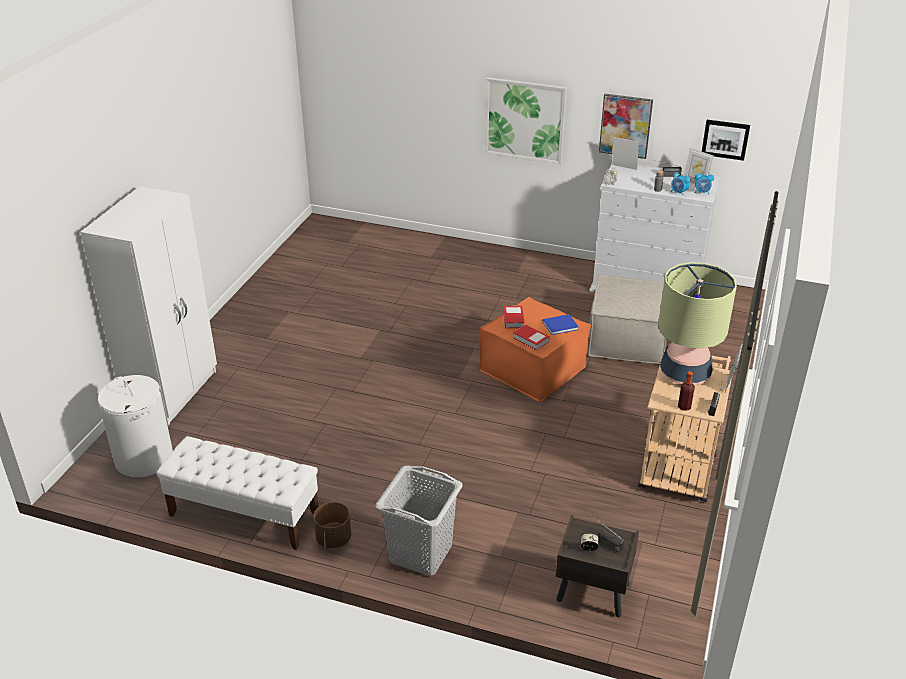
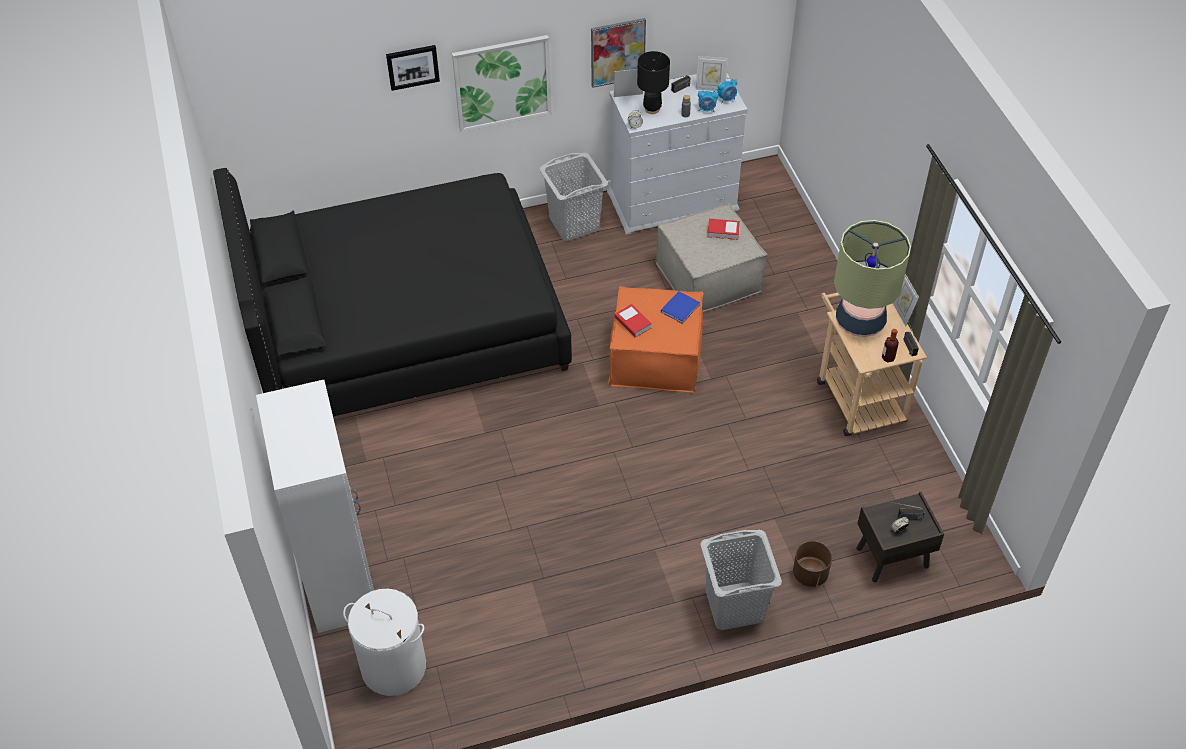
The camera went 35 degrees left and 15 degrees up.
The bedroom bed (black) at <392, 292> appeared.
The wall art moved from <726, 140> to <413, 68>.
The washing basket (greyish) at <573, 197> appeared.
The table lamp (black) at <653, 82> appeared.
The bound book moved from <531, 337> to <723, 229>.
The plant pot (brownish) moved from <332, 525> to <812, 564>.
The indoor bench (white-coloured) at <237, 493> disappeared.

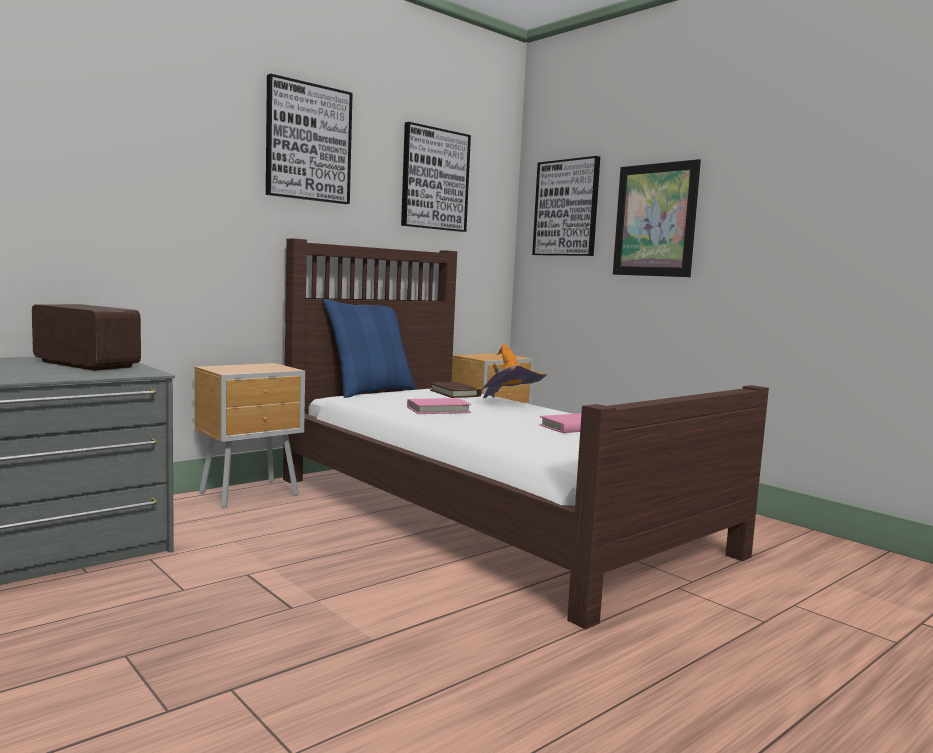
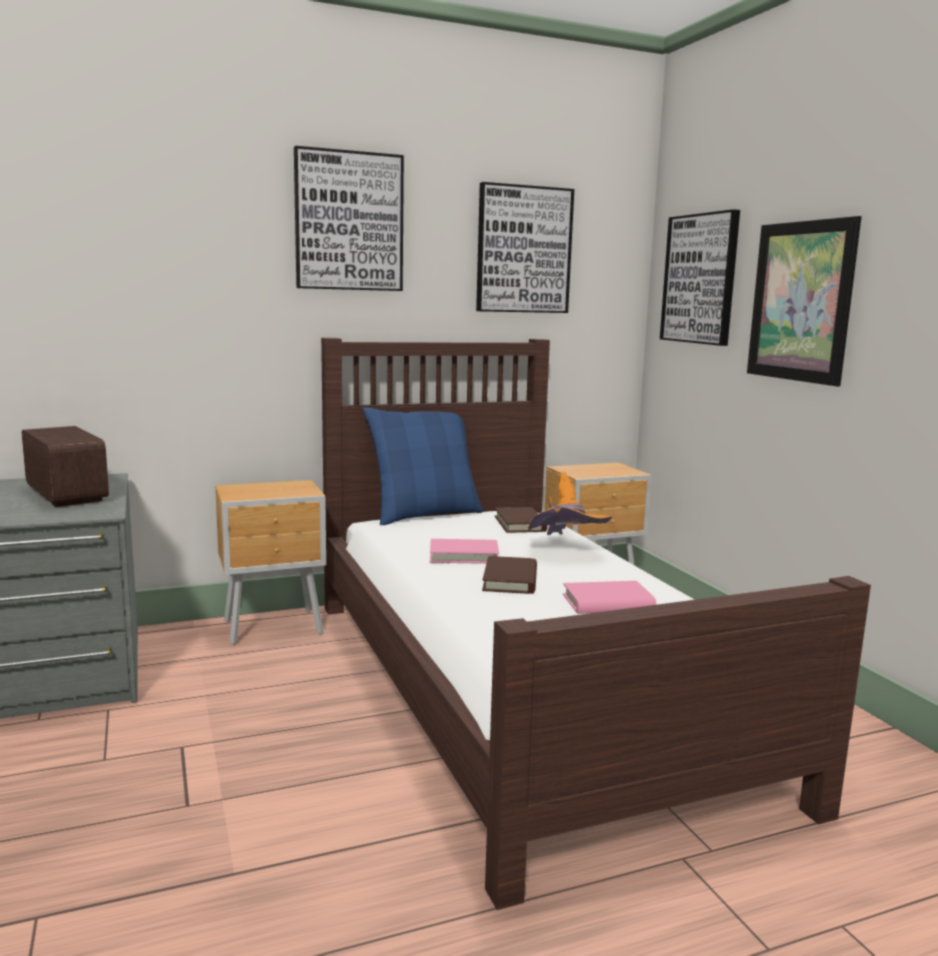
The camera went 20 degrees right and 5 degrees up.
The bound book (brownish) at <509, 575> appeared.

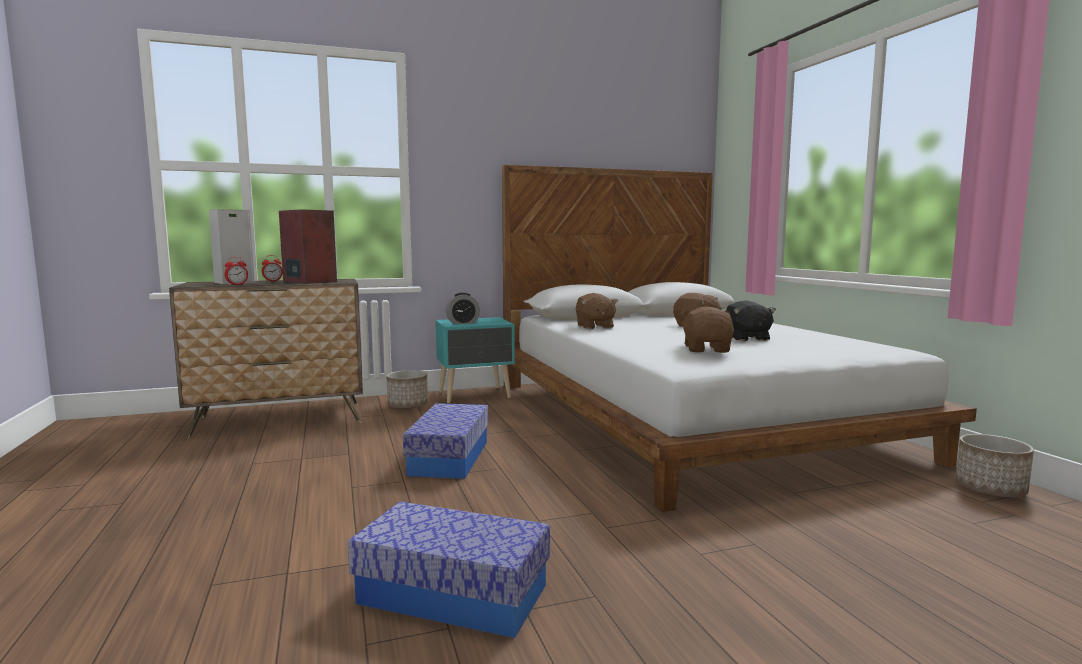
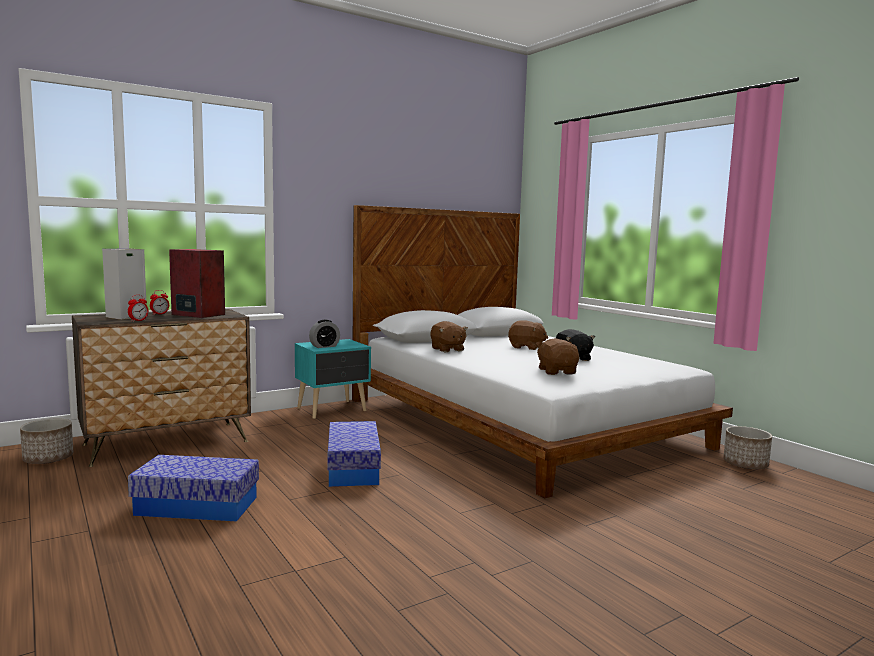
The camera went 15 degrees left and 0 degrees up.
The plant pot moved from <407, 389> to <46, 441>.
The storage box moved from <449, 570> to <193, 488>.

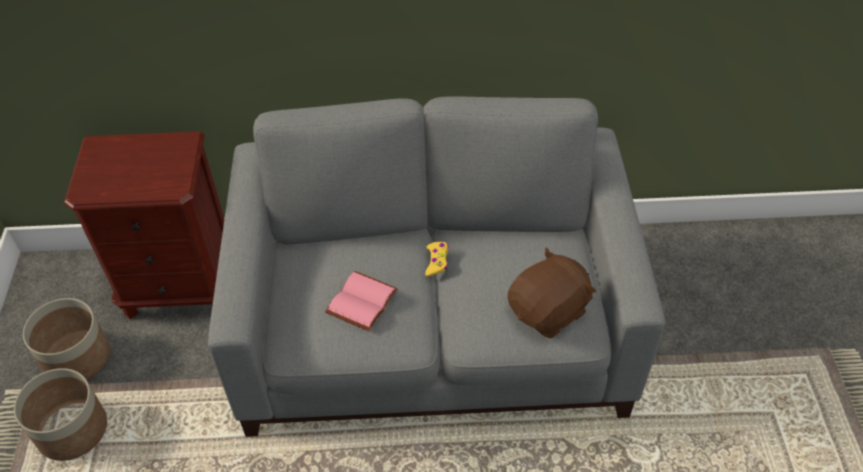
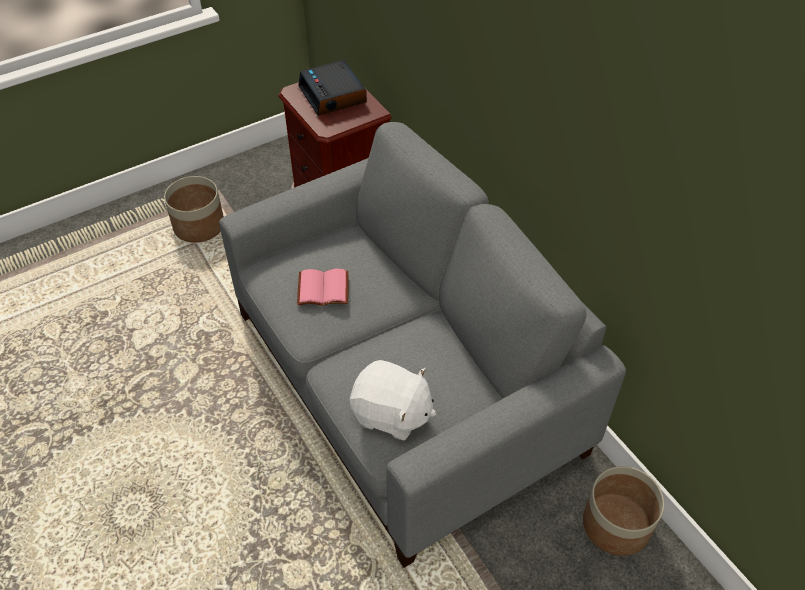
The camera went 60 degrees right and 0 degrees up.
The table clock at <332, 88> appeared.
The soft toy (brownish) at <552, 292> became the soft toy (white-coloured) at <393, 400>.
The plant pot moved from <66, 339> to <624, 511>.
The gamepad (yellowish) at <437, 259> disappeared.

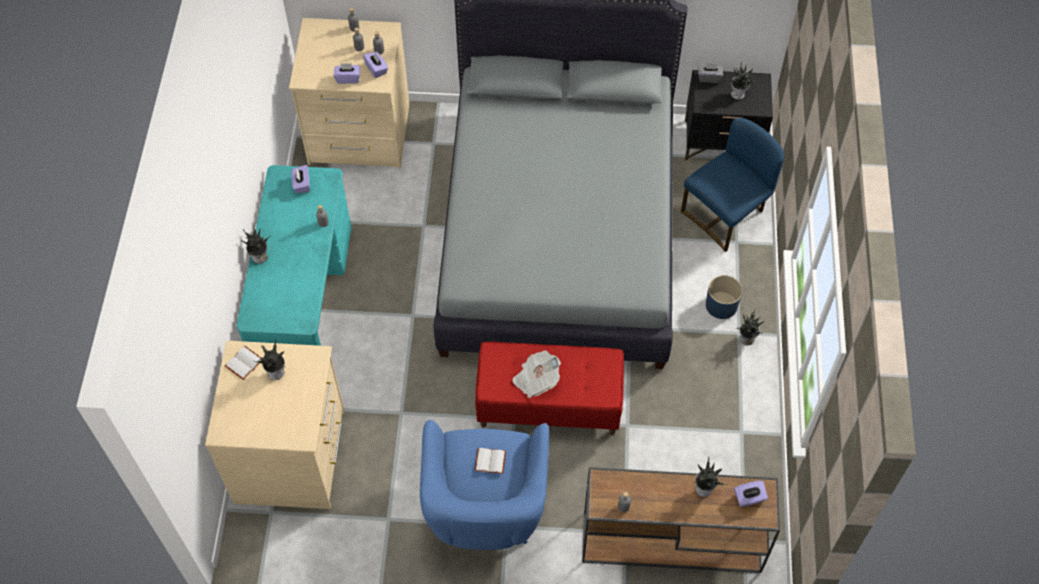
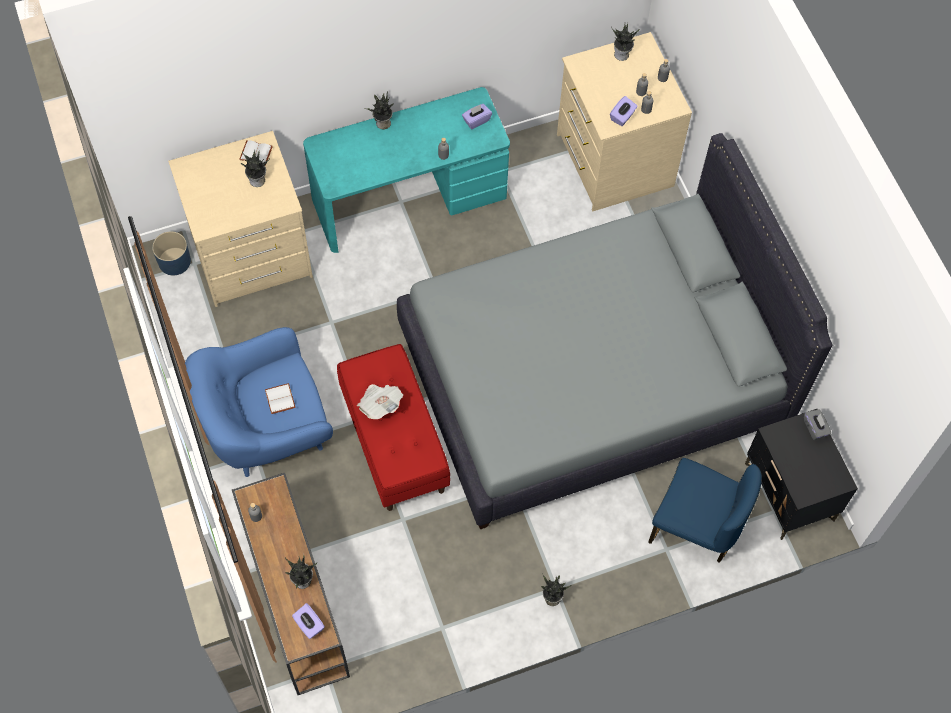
The camera went 65 degrees right and 5 degrees up.
The plant pot (blue) moved from <724, 297> to <171, 253>.
The plant in a pot moved from <744, 81> to <625, 42>.
The tissue holder (purple) at <346, 73> disappeared.

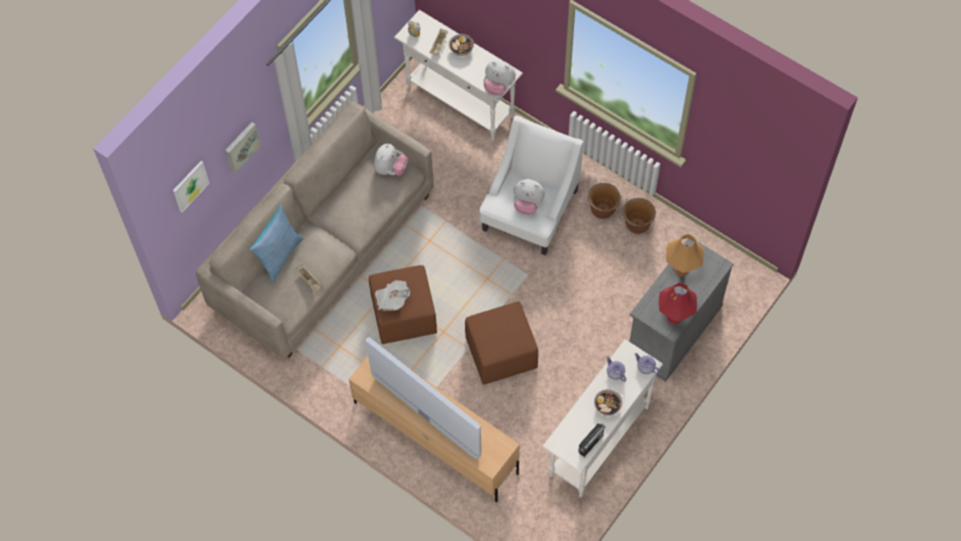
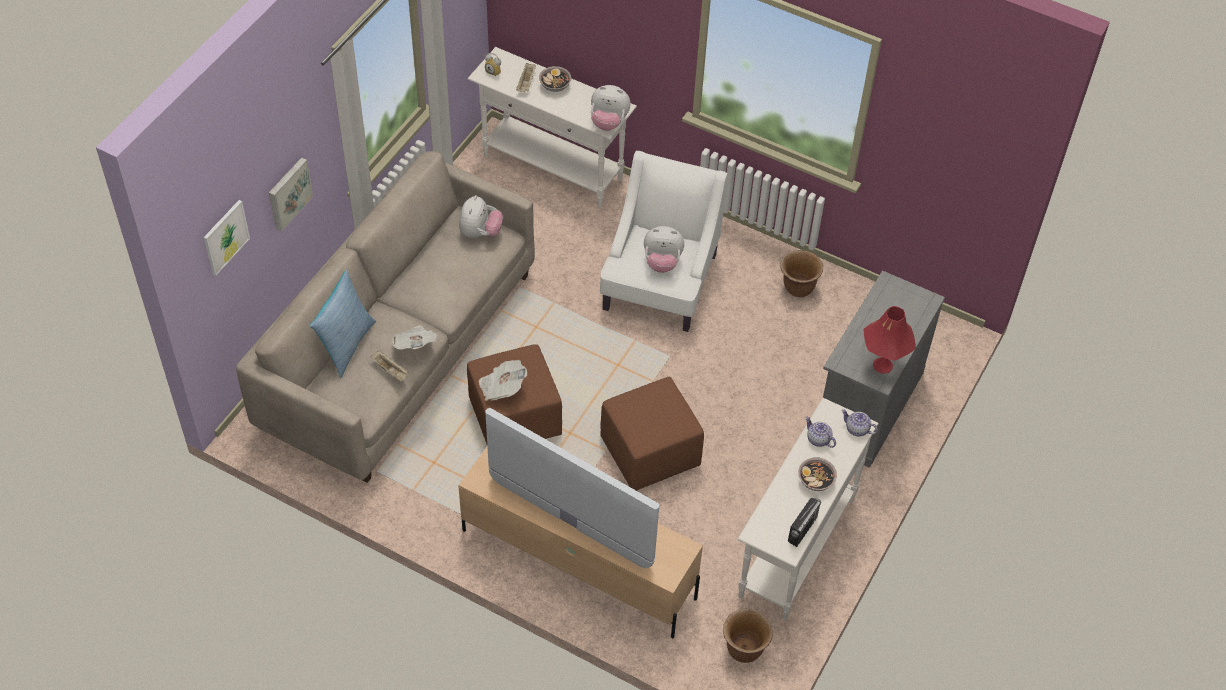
The camera went 10 degrees left and 10 degrees down.
The printed paper at <415, 337> appeared.
The plant pot (brownish) moved from <604, 201> to <748, 636>.
The table lamp (orange-coloured) at <685, 255> disappeared.

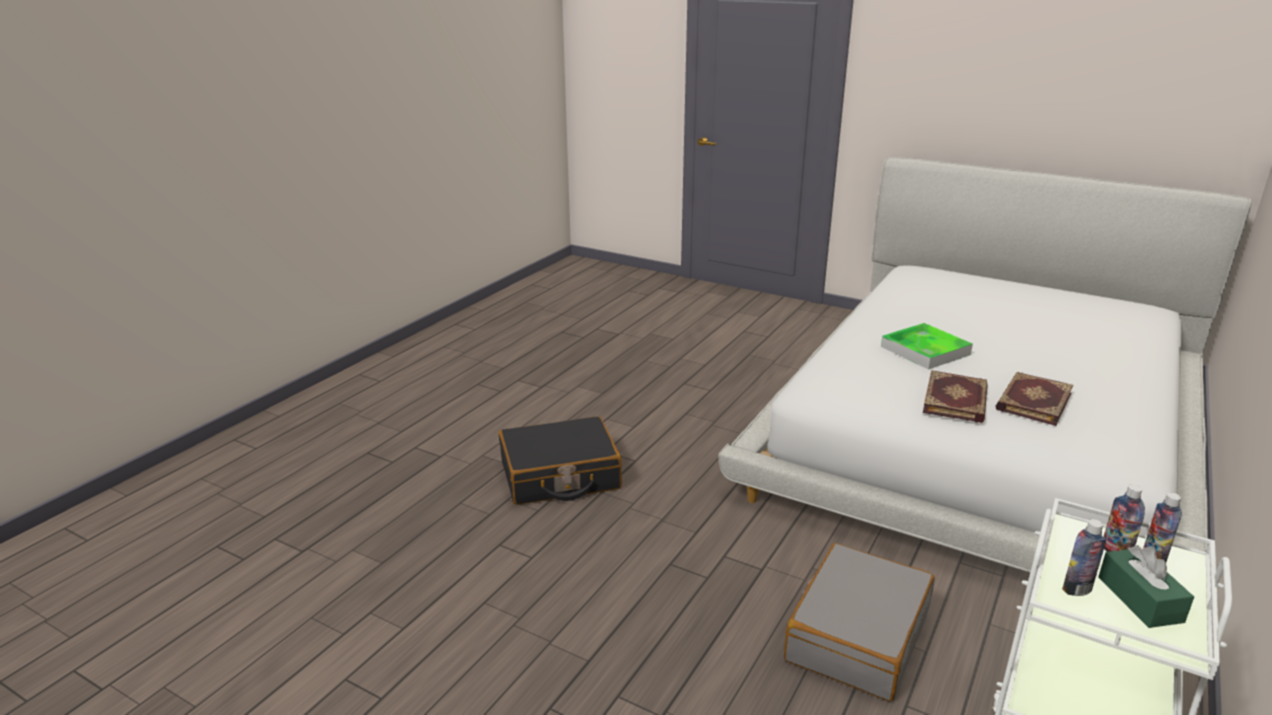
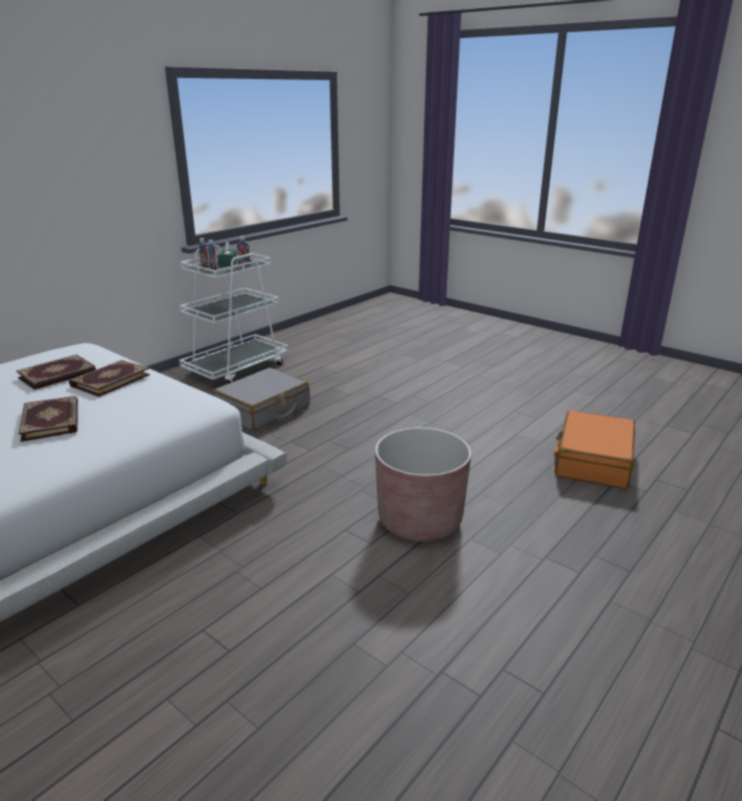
The camera went 170 degrees left and 0 degrees up.
The carrying tray at <927, 346> was replaced by the bound book at <48, 419>.
The suitcase (black) at <560, 460> was replaced by the plant pot (brownish) at <423, 484>.
The suitcase (orange-coloured) at <594, 449> appeared.

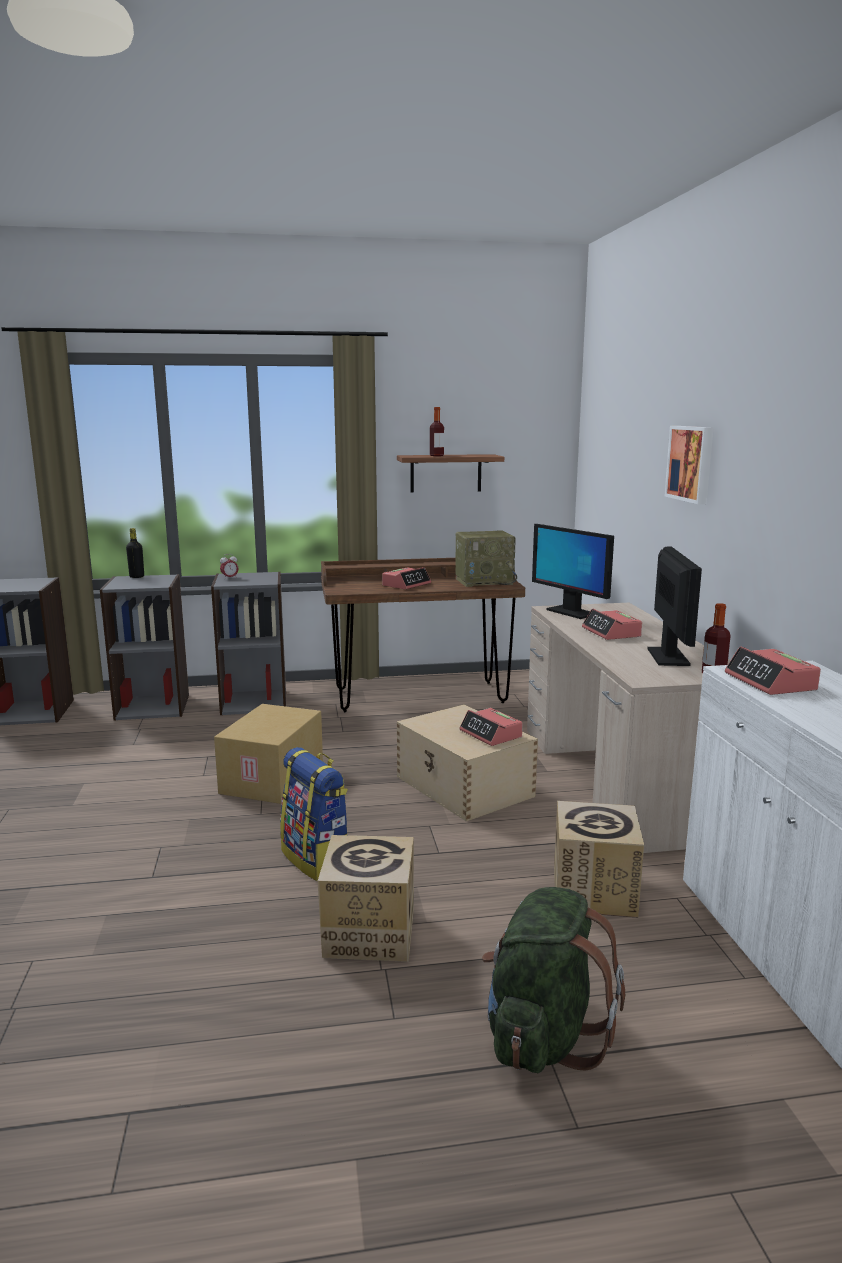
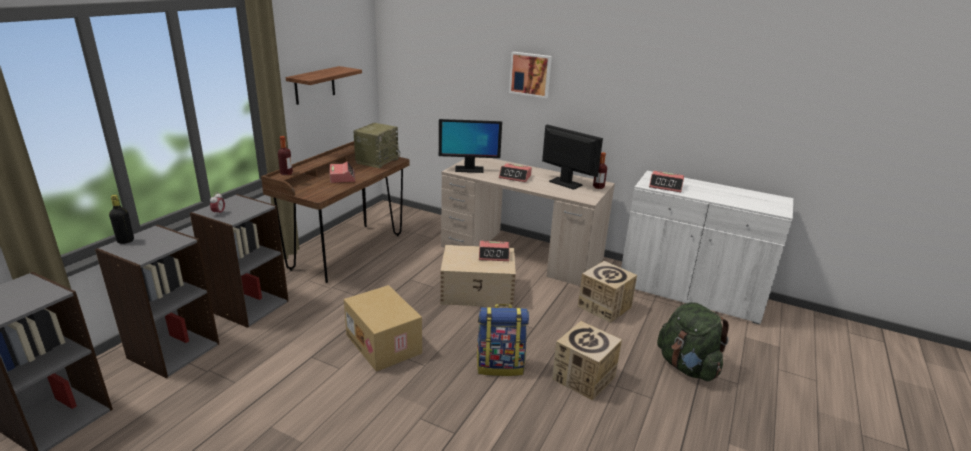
The camera went 55 degrees left and 10 degrees up.
The beverage bottle moved from <437, 431> to <285, 155>.

